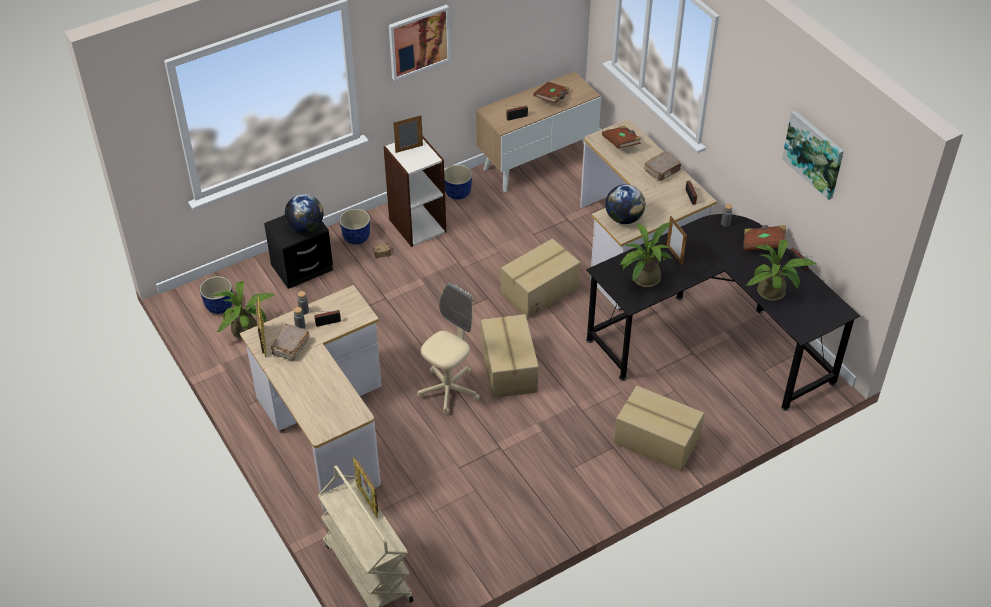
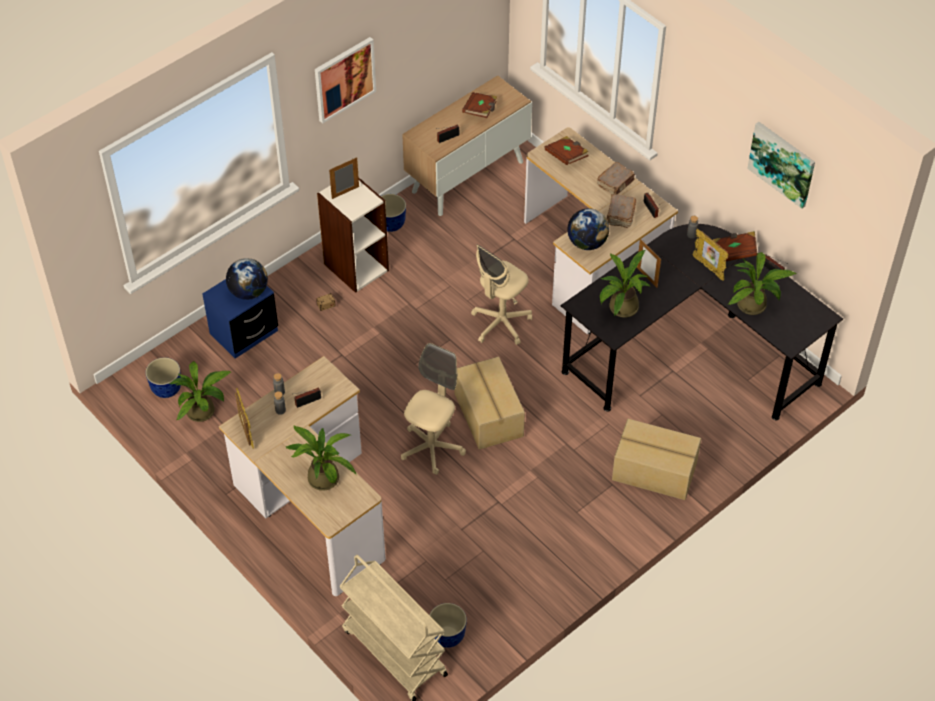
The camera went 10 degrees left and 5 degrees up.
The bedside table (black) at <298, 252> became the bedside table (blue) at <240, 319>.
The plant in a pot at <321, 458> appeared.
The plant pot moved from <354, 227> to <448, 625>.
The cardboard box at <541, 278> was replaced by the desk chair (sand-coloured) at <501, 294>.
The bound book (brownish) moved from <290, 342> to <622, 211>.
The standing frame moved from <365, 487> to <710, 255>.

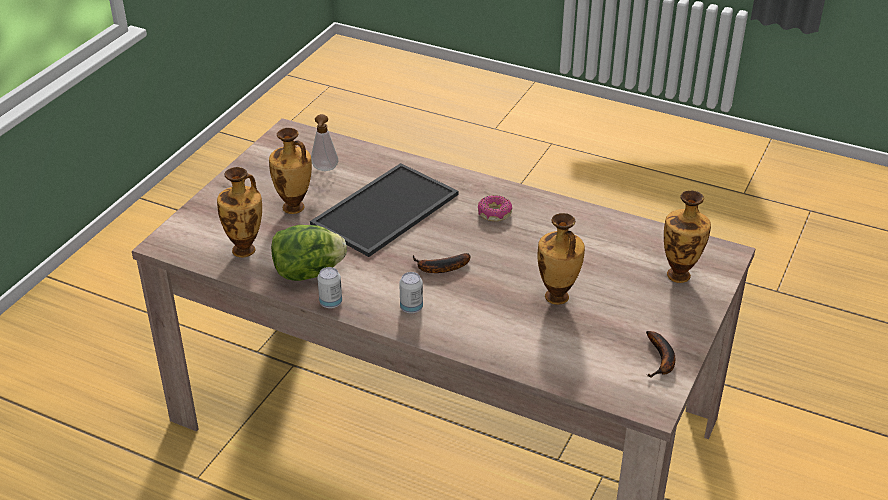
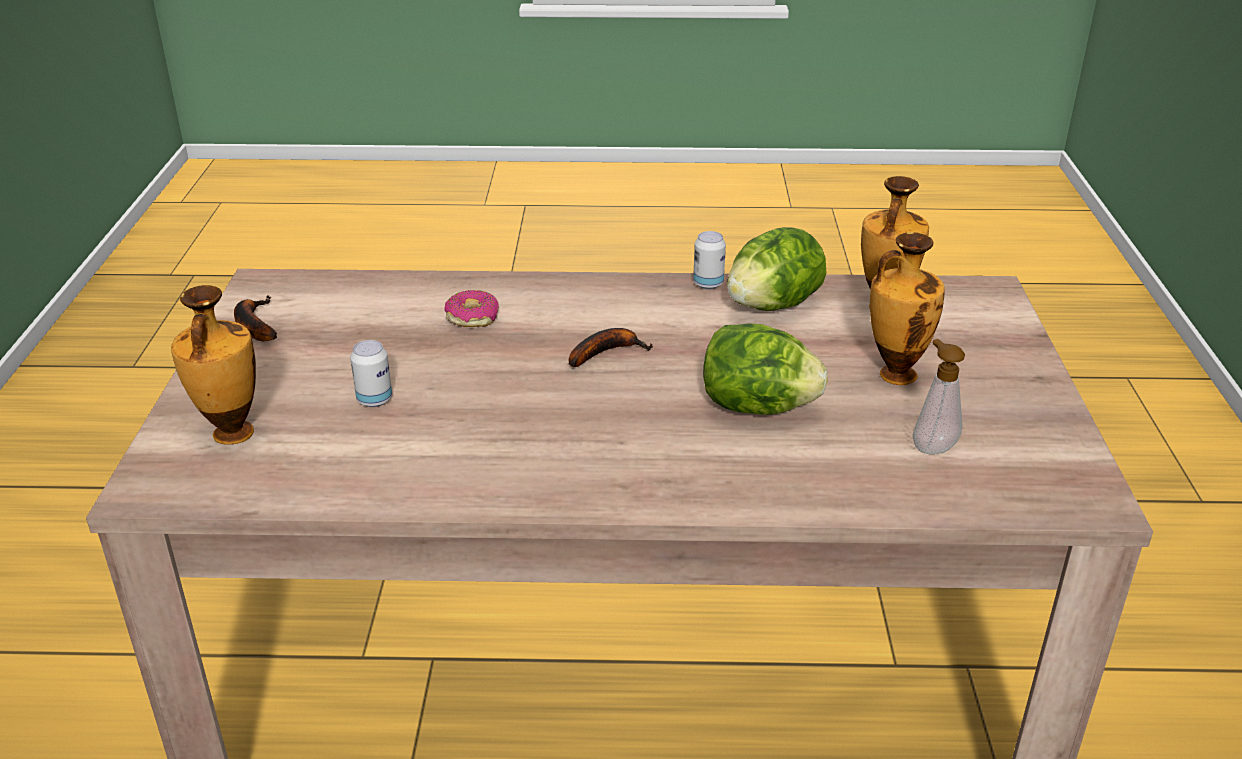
The camera went 155 degrees right and 5 degrees down.
The sealed can moved from <411, 293> to <371, 373>.
The ring doughnut moved from <495, 208> to <471, 308>.
The carrying tray at <384, 210> was replaced by the lettuce at <765, 368>.
The flower vase at <561, 259> disappeared.

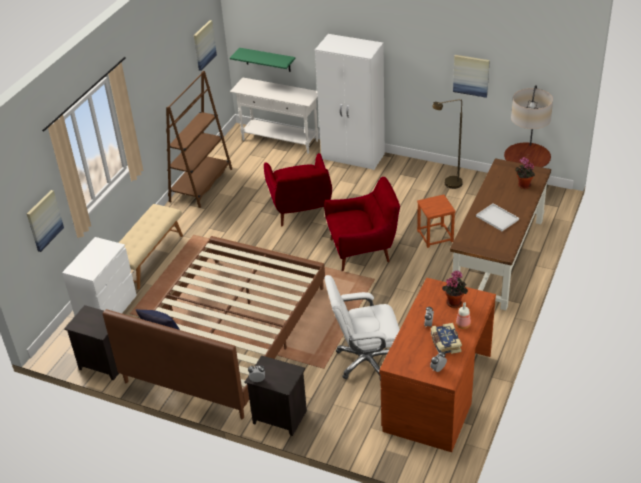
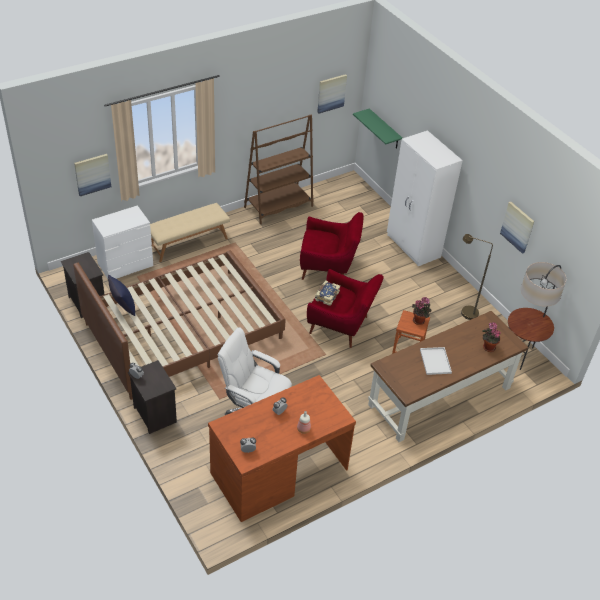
The camera went 30 degrees right and 5 degrees up.
The lounge chair (red-coloured) at <298, 190> turned 105 degrees counterclockwise.
The bound book moved from <446, 338> to <327, 293>.
The plant in a pot moved from <455, 289> to <421, 311>.
The narrow table (white-coloured) at <274, 115> disappeared.

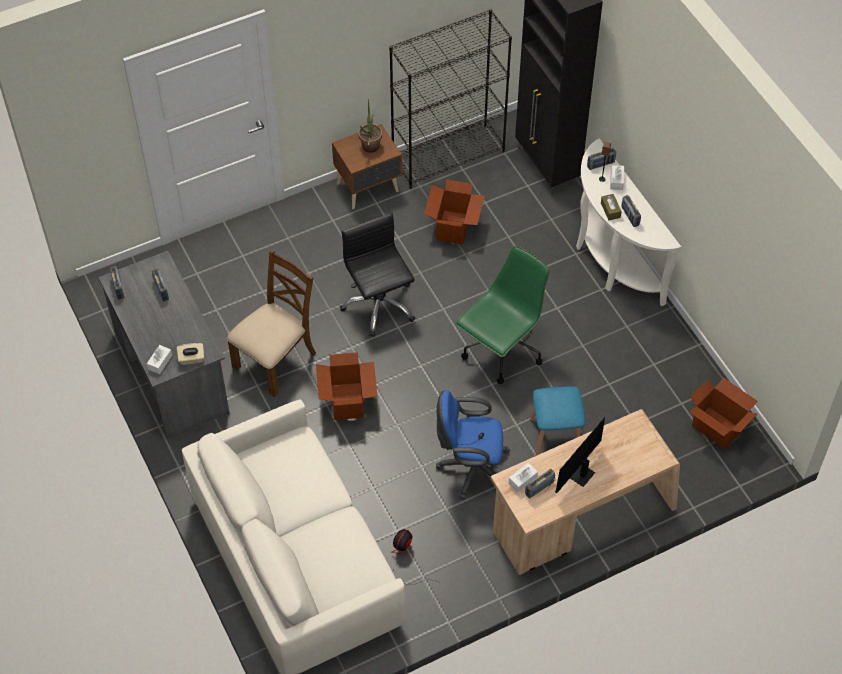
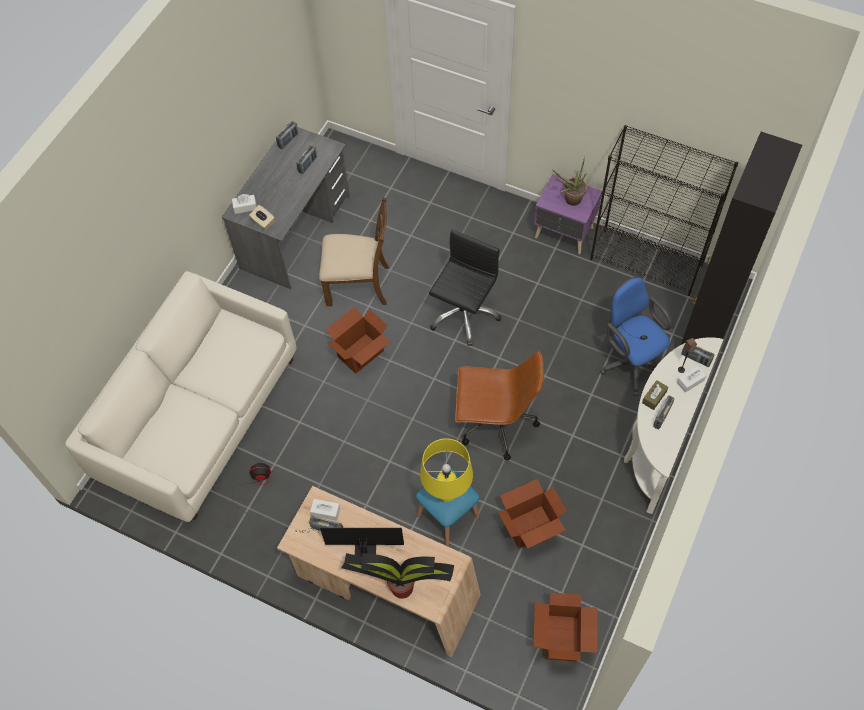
The camera went 55 degrees right and 5 degrees up.
The plant in a pot at <398, 576> appeared.
The table lamp (yellowish) at <446, 470> appeared.
The desk chair (greenish) at <502, 315> became the desk chair (brownish) at <499, 405>.
The cardboard box moved from <454, 212> to <532, 513>.
The bedside table (brownish) at <367, 166> became the bedside table (purple) at <568, 214>.
The desk chair (blue) moved from <473, 445> to <636, 336>.

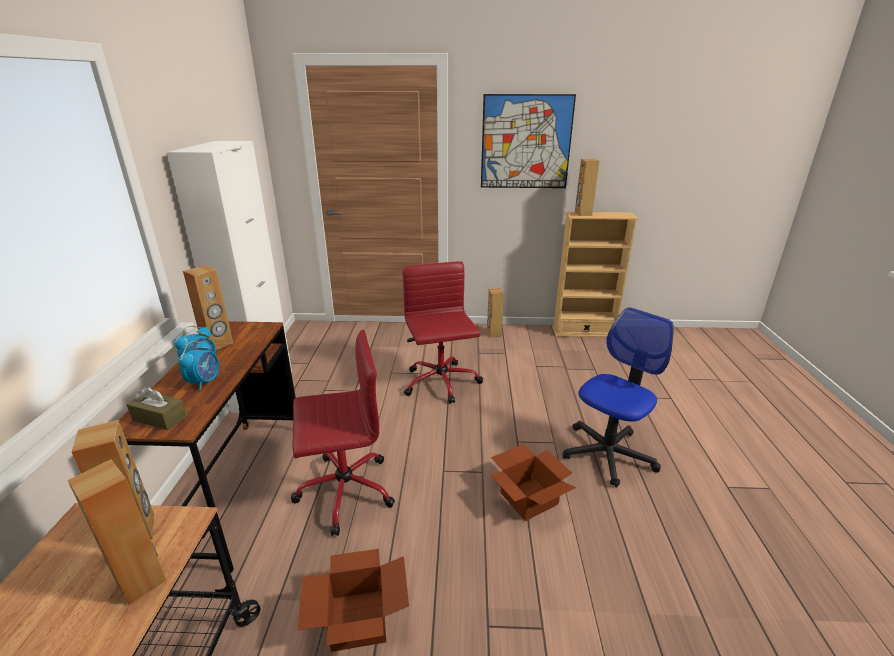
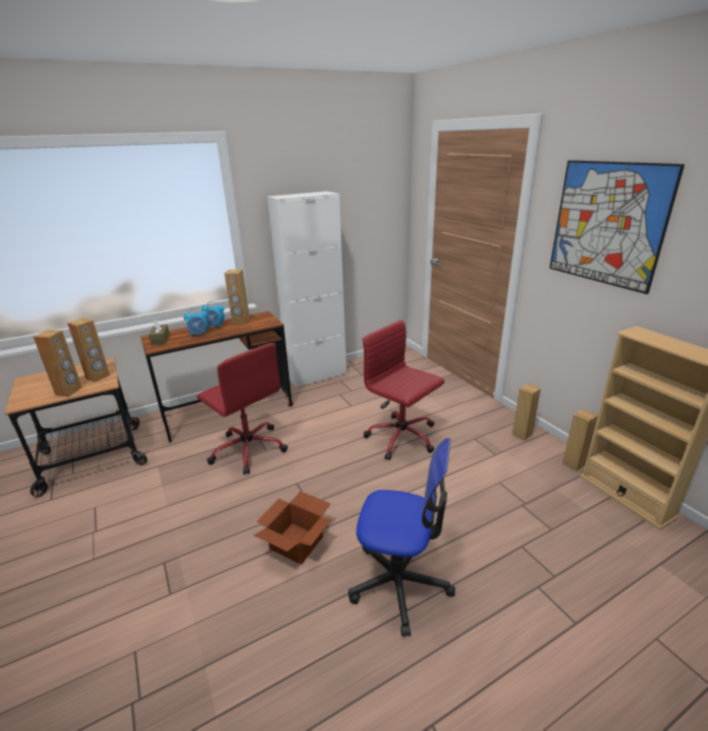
The camera went 60 degrees right and 0 degrees up.
The desk chair (red-coloured) at <442, 332> turned 90 degrees counterclockwise.
The loudspeaker (brownish) moved from <587, 187> to <580, 440>.
The cardboard box at <353, 600> disappeared.

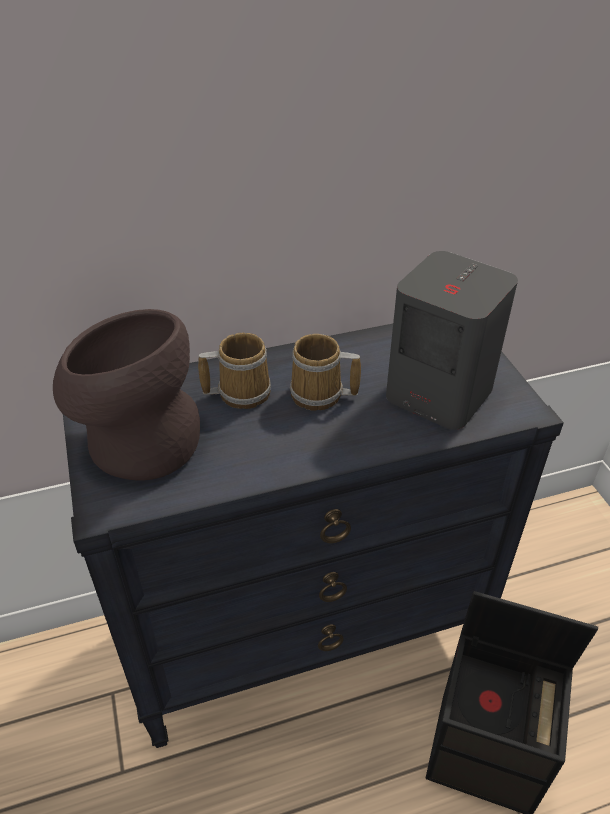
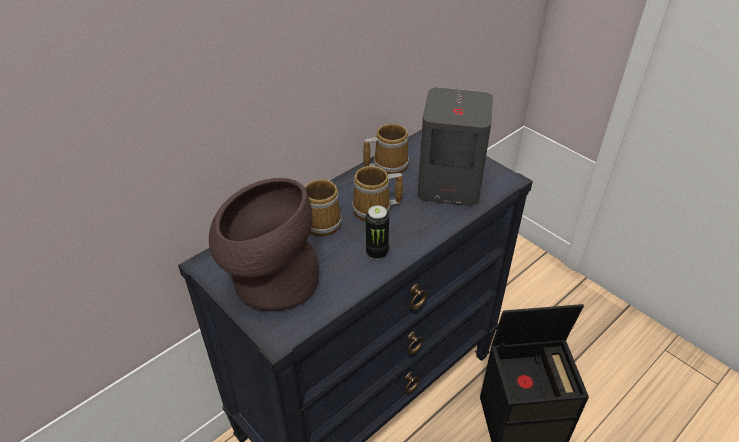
The camera went 25 degrees left and 0 degrees up.
The mug at <386, 149> appeared.
The sealed can at <377, 233> appeared.

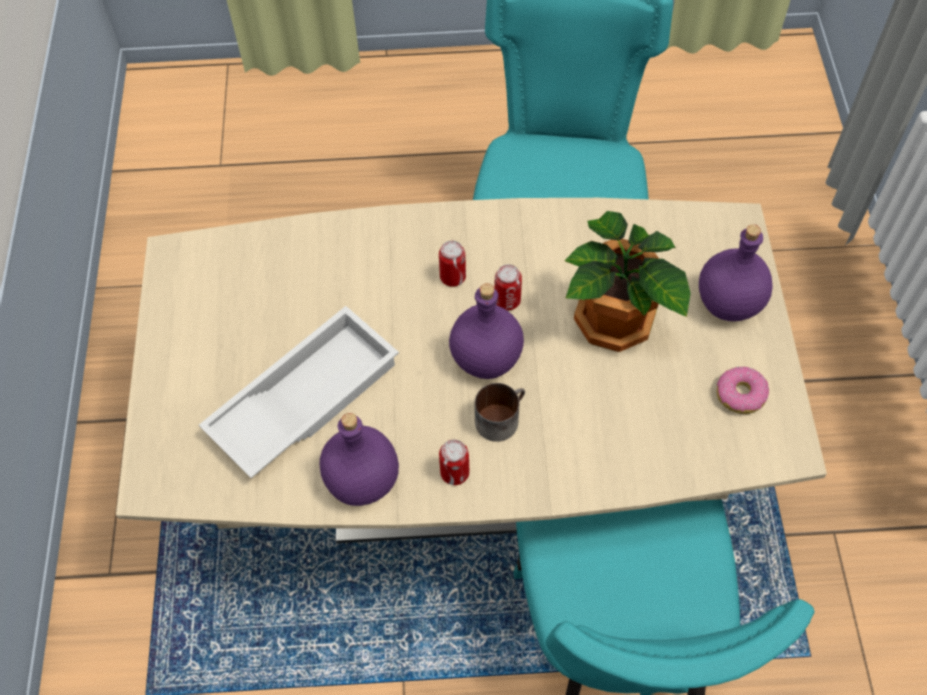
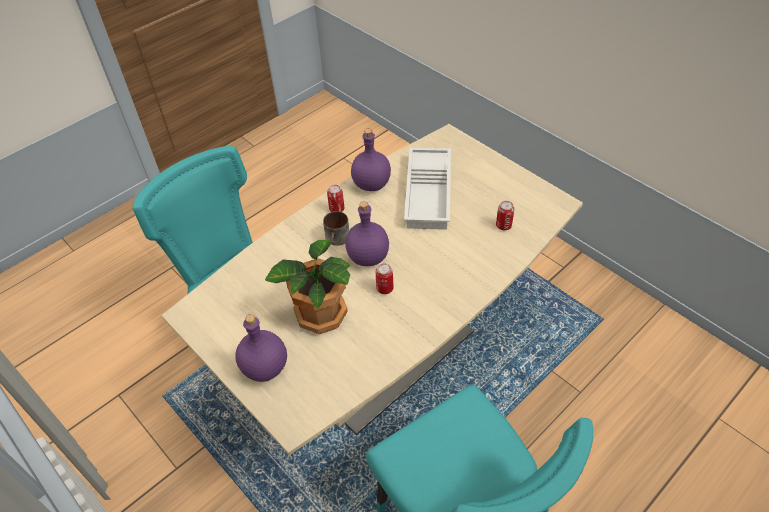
The camera went 140 degrees right and 10 degrees down.
The sealed can moved from <452, 264> to <505, 215>.
The ring doughnut at <743, 390> disappeared.

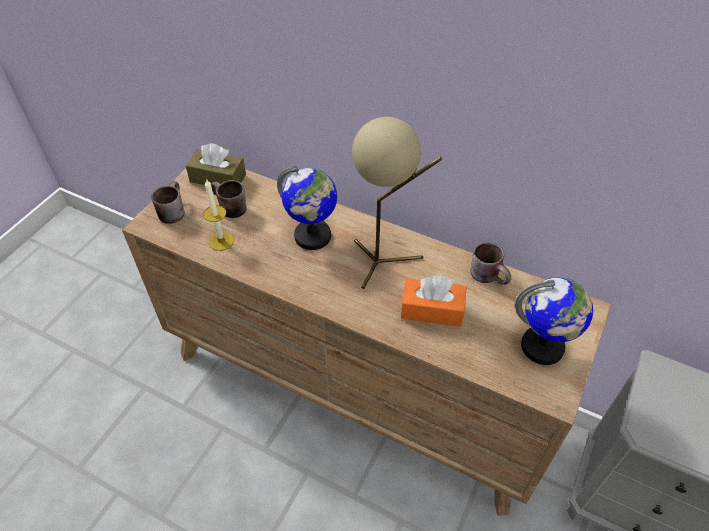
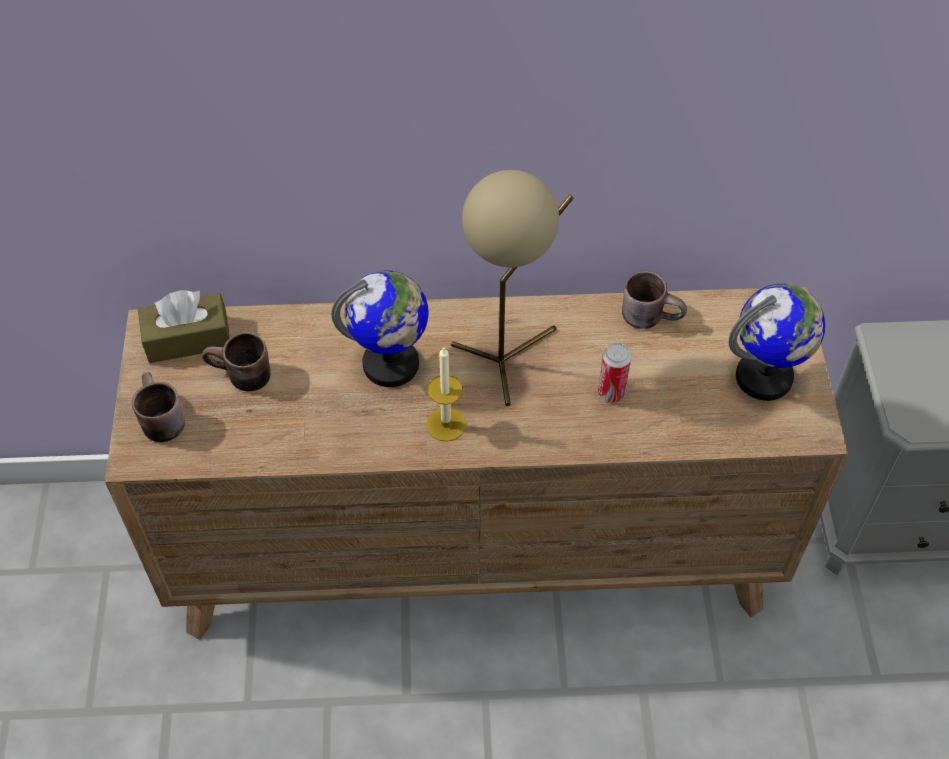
The camera went 30 degrees left and 5 degrees up.
The wax light moved from <218, 214> to <446, 394>.
The tissue holder (orange-coloured) at <434, 301> was replaced by the sealed can at <614, 372>.

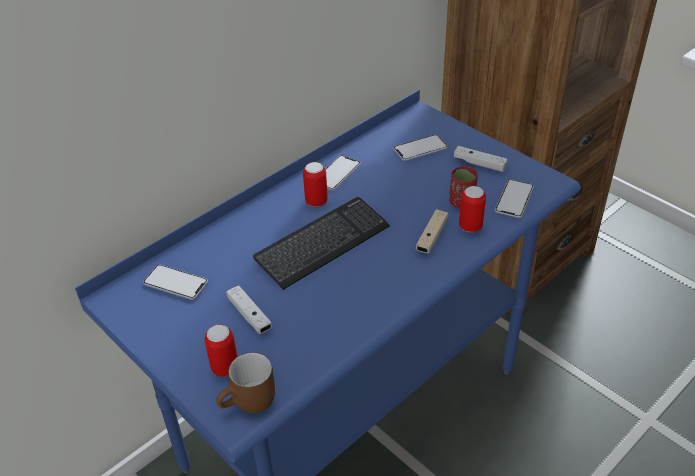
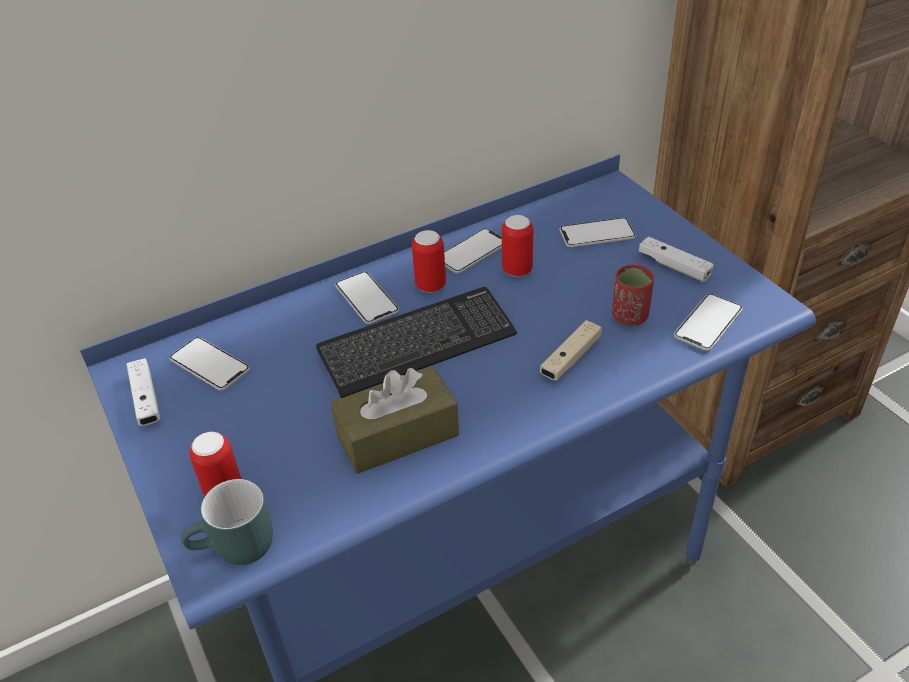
The camera went 15 degrees right and 0 degrees up.
The gamepad (white-coloured) moved from <249, 309> to <143, 392>.
The mug (brownish) at <245, 382> became the mug (turquoise-coloured) at <227, 522>.
The tissue holder (brownish) at <395, 420> appeared.
The phone at <367, 298> appeared.
The sealed can moved from <472, 209> to <517, 246>.

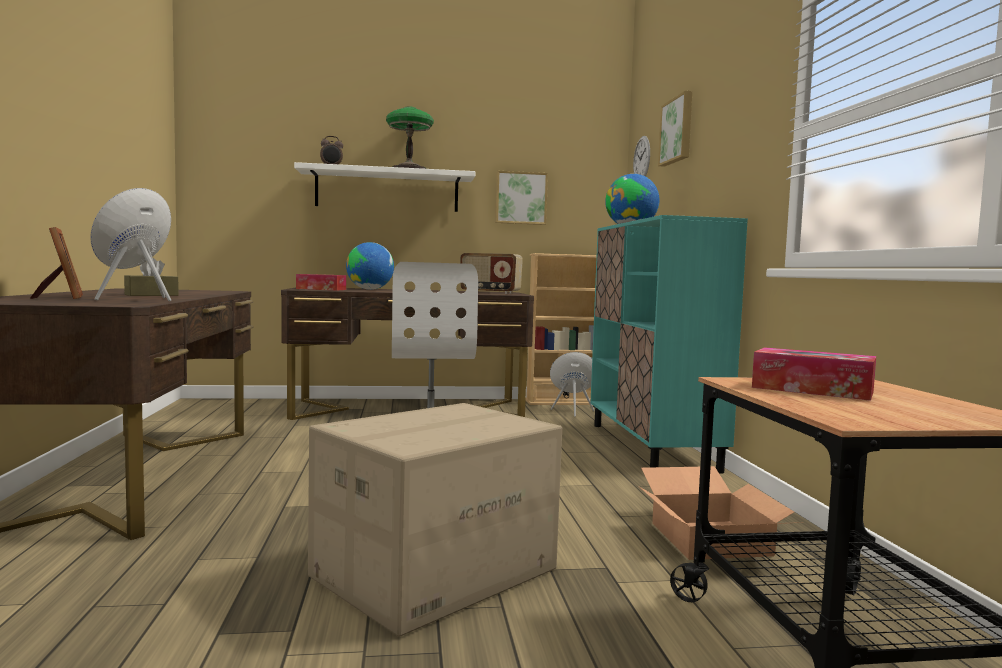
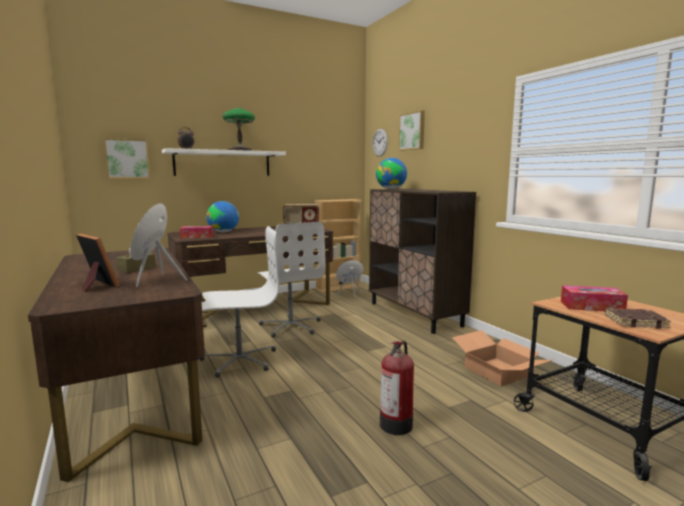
The camera went 20 degrees left and 5 degrees up.
The wall art moved from <521, 198> to <127, 158>.
The desk chair (white-coloured) at <240, 302> appeared.
The storage cabinet (turquoise-coloured) at <669, 344> became the storage cabinet (brownish) at <422, 261>.
The cardboard box at <435, 520> was replaced by the fire-fighting cylinder at <397, 388>.
The bound book (brownish) at <637, 318> appeared.

